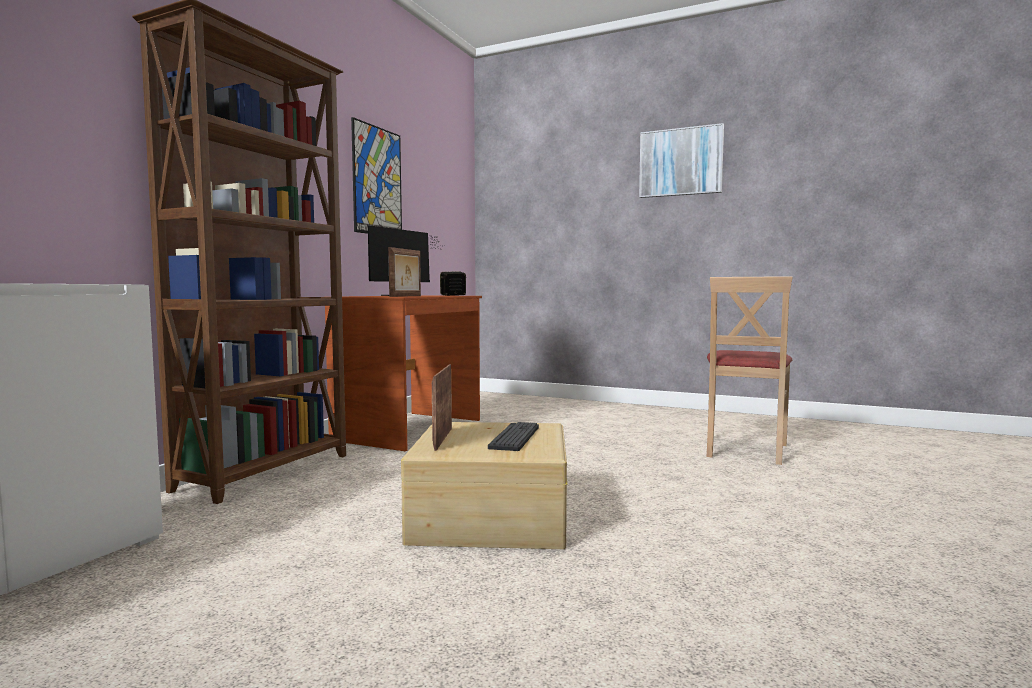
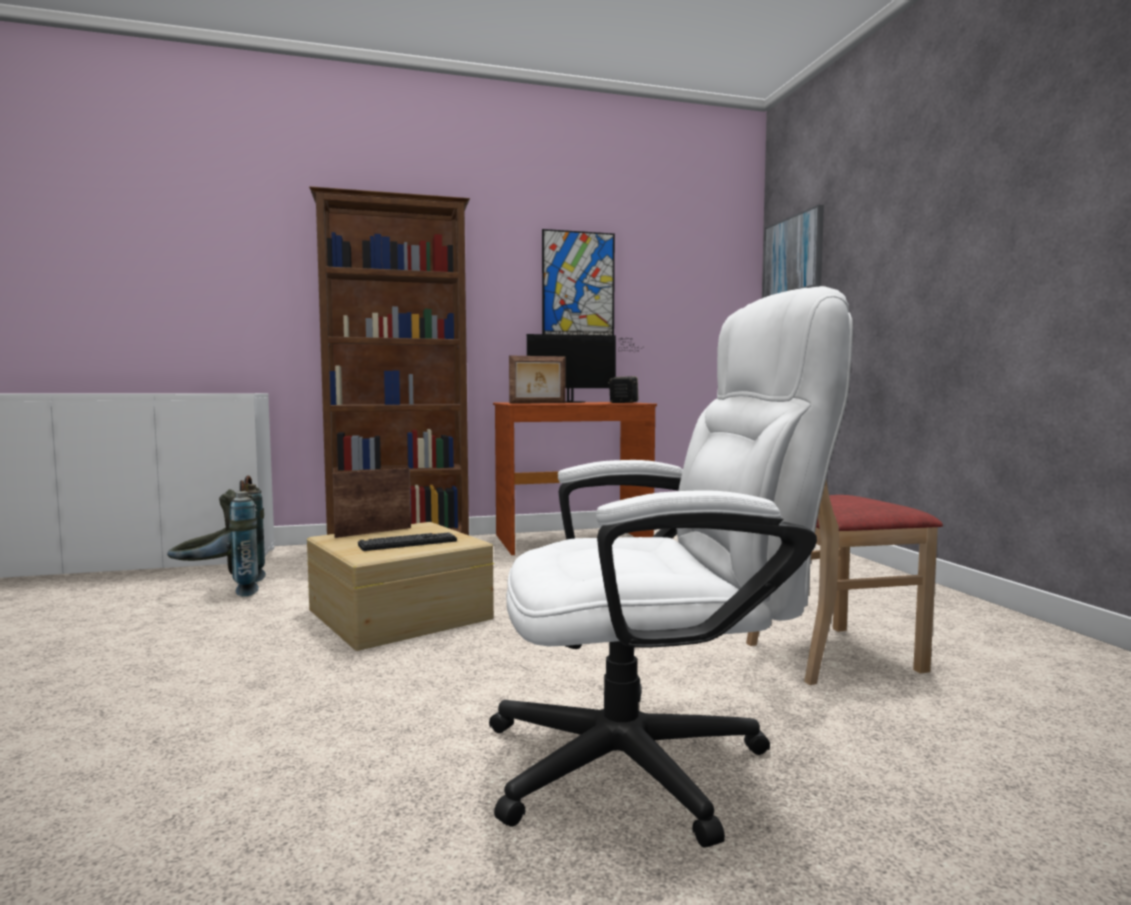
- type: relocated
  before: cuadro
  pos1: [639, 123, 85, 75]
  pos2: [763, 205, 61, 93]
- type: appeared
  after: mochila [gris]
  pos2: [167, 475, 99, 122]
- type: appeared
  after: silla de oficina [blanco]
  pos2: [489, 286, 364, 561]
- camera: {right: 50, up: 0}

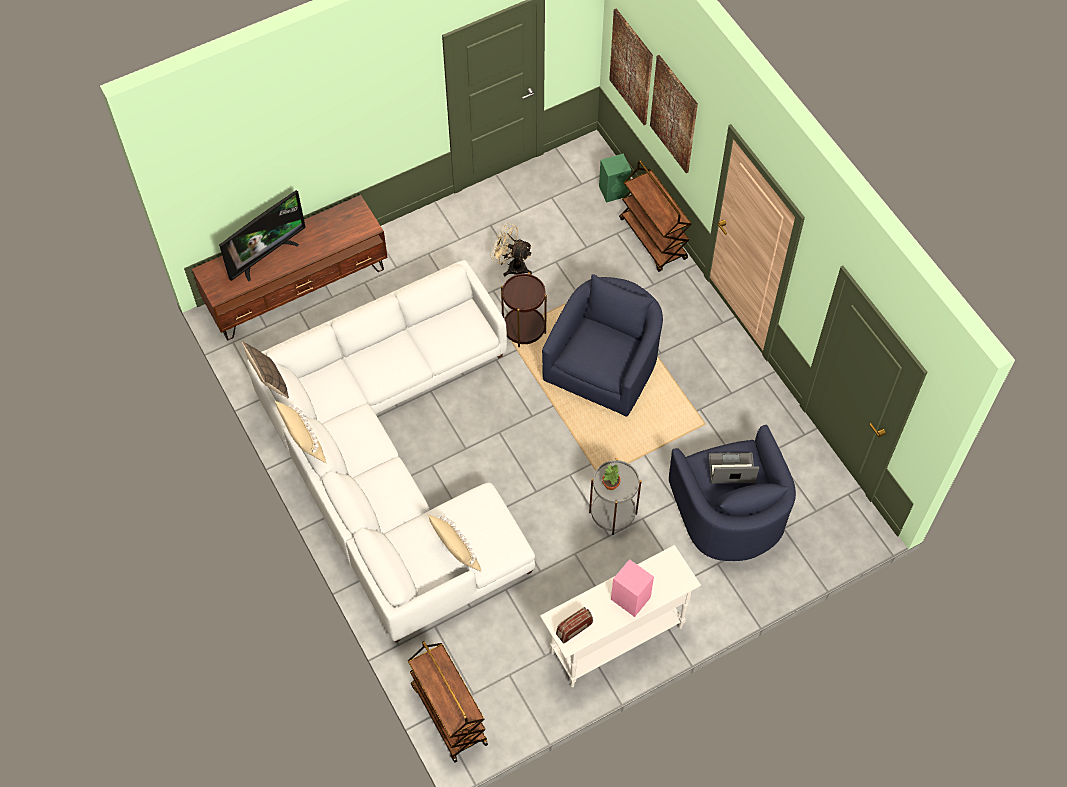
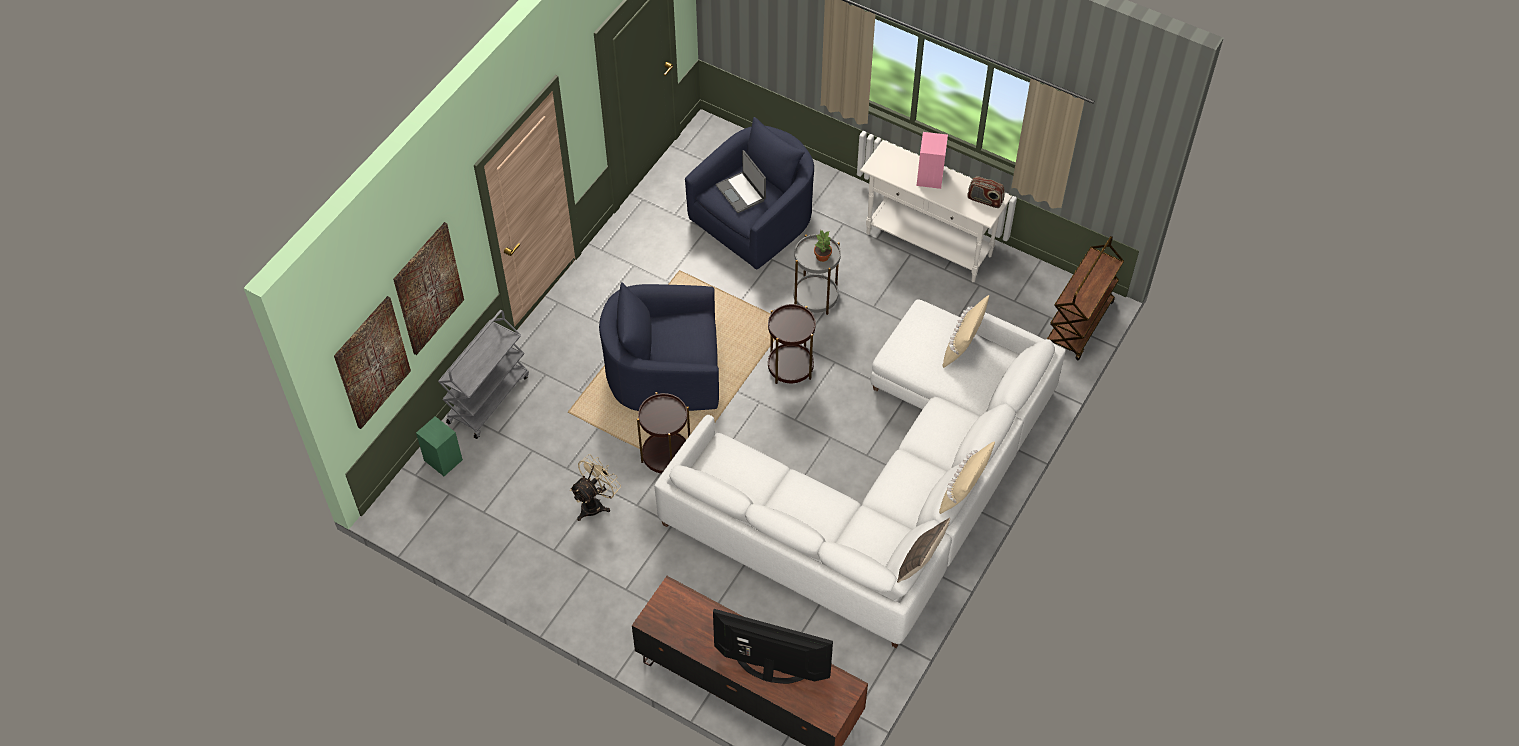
- type: spun
  before: ventilador [beis]
  pos1: [491, 223, 42, 53]
  pos2: [570, 454, 51, 67]
  turn: -135
- type: colour
  before: carrito [marrón]
  after: carrito [gris]
  pos1: [619, 160, 72, 112]
  pos2: [438, 310, 91, 129]
- type: appeared
  after: mesa auxiliar [marrón]
  pos2: [768, 304, 48, 80]
- camera: {right: -120, up: -5}

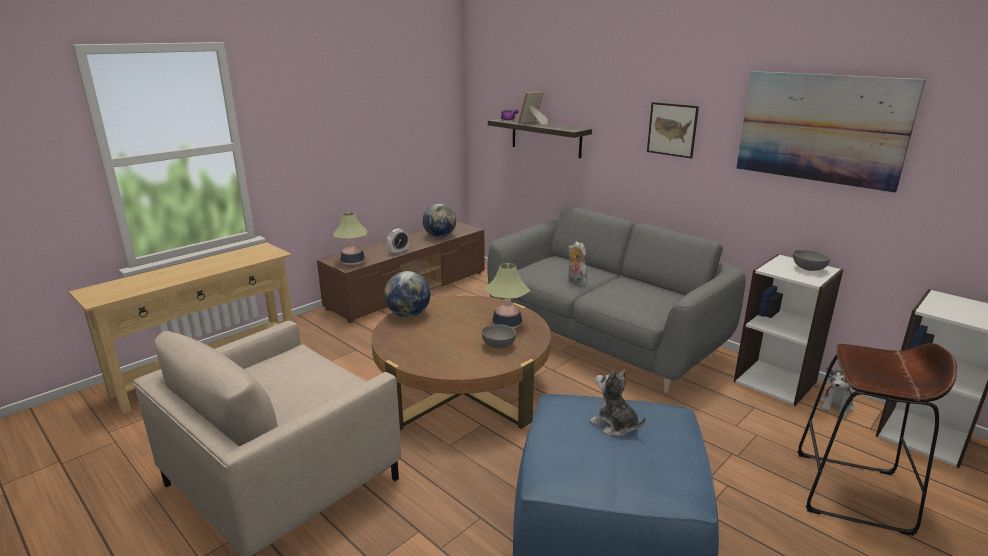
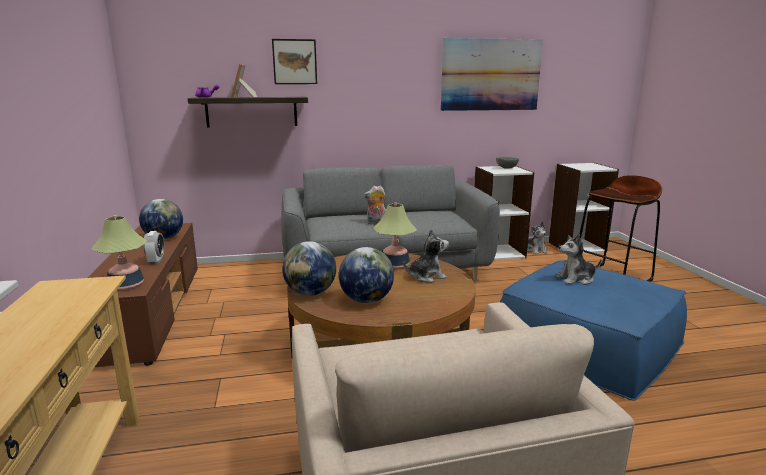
- type: exchanged
  before: cuenco [gris]
  after: peluche
  pos1: [482, 324, 34, 24]
  pos2: [403, 229, 46, 53]
- type: relocated
  before: cuadro
  pos1: [647, 102, 52, 56]
  pos2: [272, 39, 45, 45]
- type: appeared
  after: globo terráqueo
  pos2: [339, 247, 55, 56]
- camera: {right: -55, up: -5}

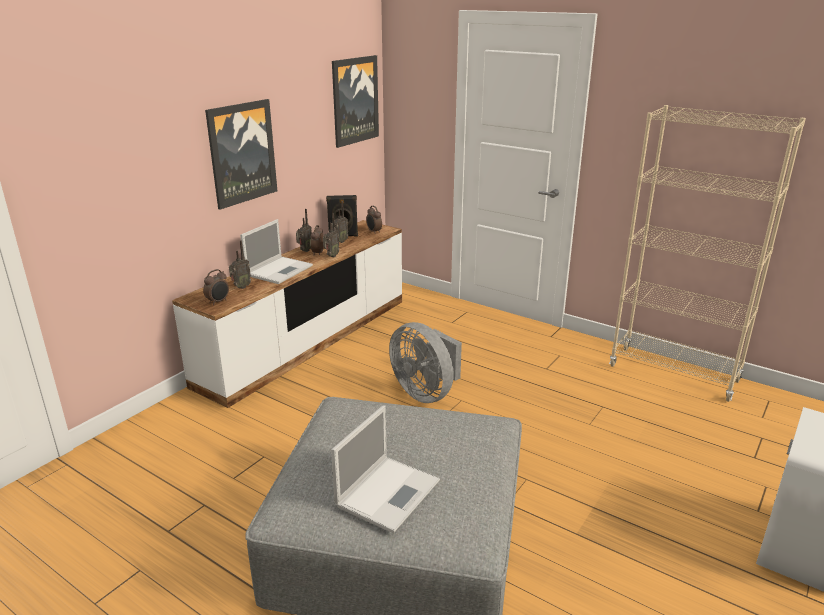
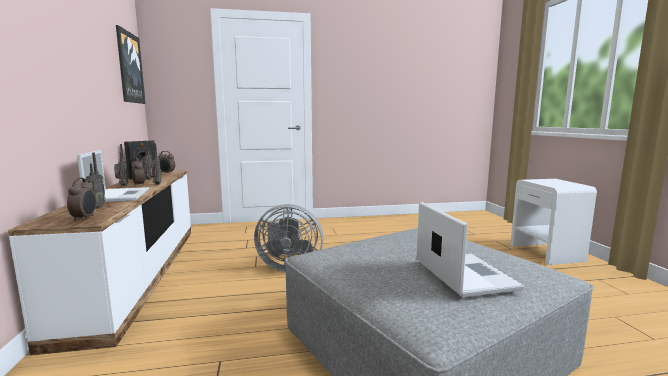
- type: missing
  before: cuadro
  pos1: [205, 99, 72, 111]
- type: missing
  before: estantería [beis]
  pos1: [609, 105, 197, 297]
- camera: {right: -45, up: -15}

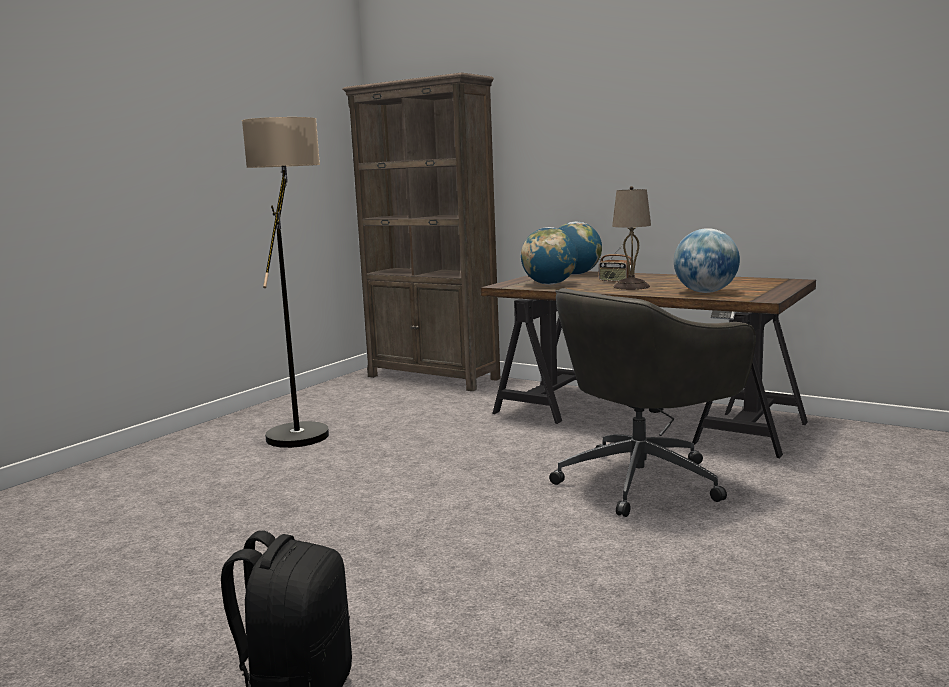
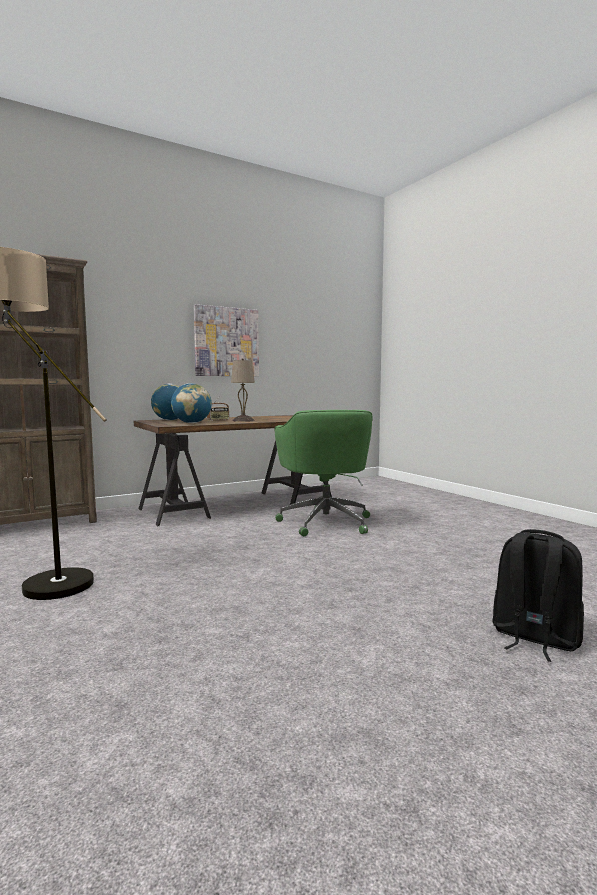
- type: colour
  before: silla de oficina [gris]
  after: silla de oficina [verde]
  pos1: [549, 288, 207, 229]
  pos2: [275, 410, 98, 126]
- type: missing
  before: globo terráqueo
  pos1: [674, 228, 66, 65]
- type: appeared
  after: cuadro
  pos2: [194, 304, 65, 73]
- camera: {right: -65, up: -5}

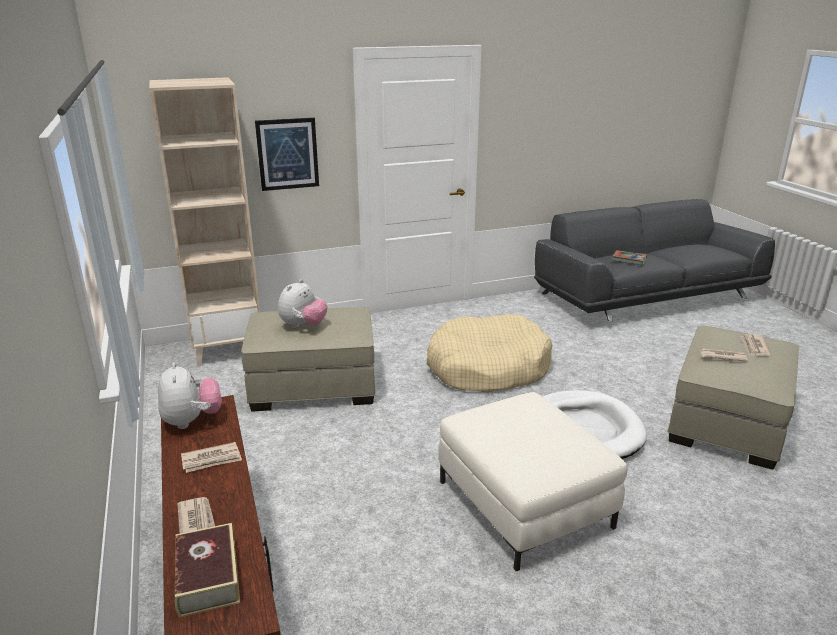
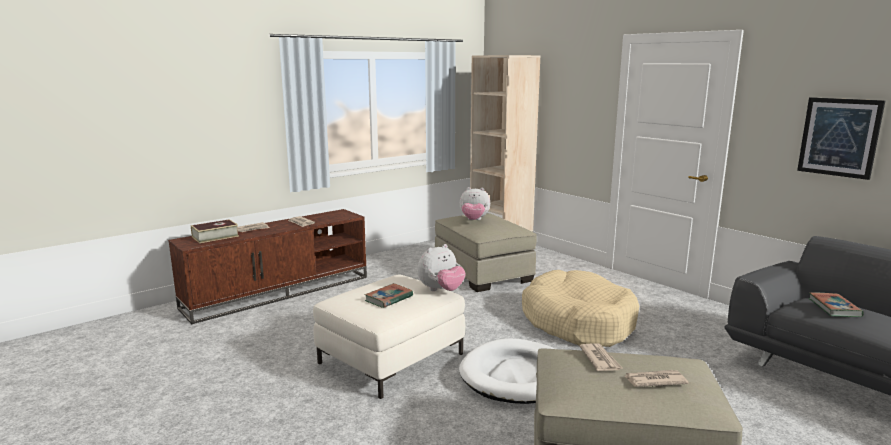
- type: relocated
  before: peluche
  pos1: [158, 363, 64, 66]
  pos2: [418, 244, 48, 47]
- type: relocated
  before: cuadro
  pos1: [255, 117, 64, 74]
  pos2: [797, 97, 88, 83]
- type: appeared
  after: libro
  pos2: [365, 283, 48, 25]
- camera: {right: 70, up: -10}

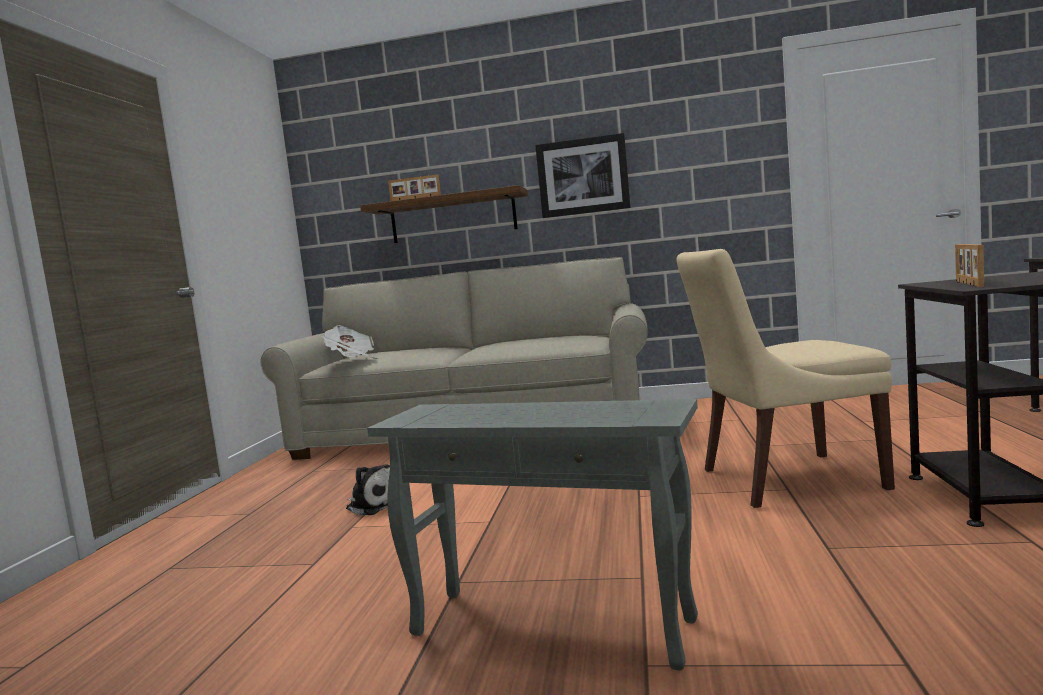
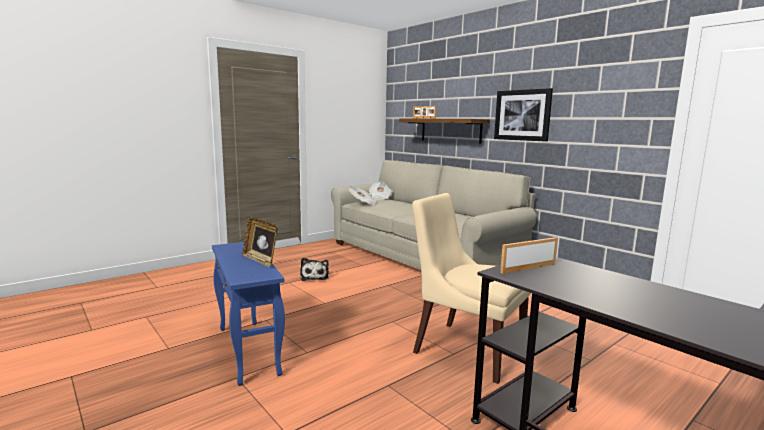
- type: colour
  before: mesa auxiliar [gris]
  after: mesa auxiliar [azul]
  pos1: [367, 399, 331, 271]
  pos2: [212, 242, 73, 144]
- type: appeared
  after: portarretratos
  pos2: [242, 217, 36, 50]
- camera: {right: 40, up: 5}

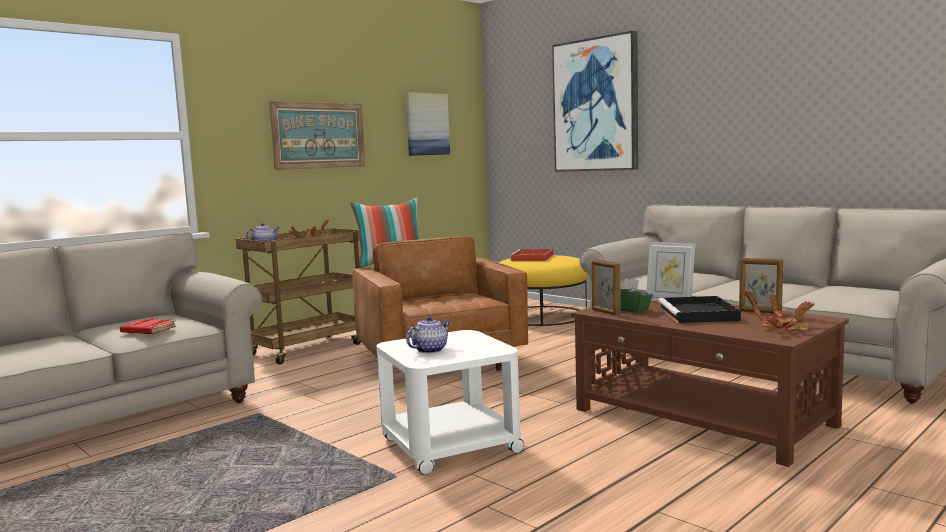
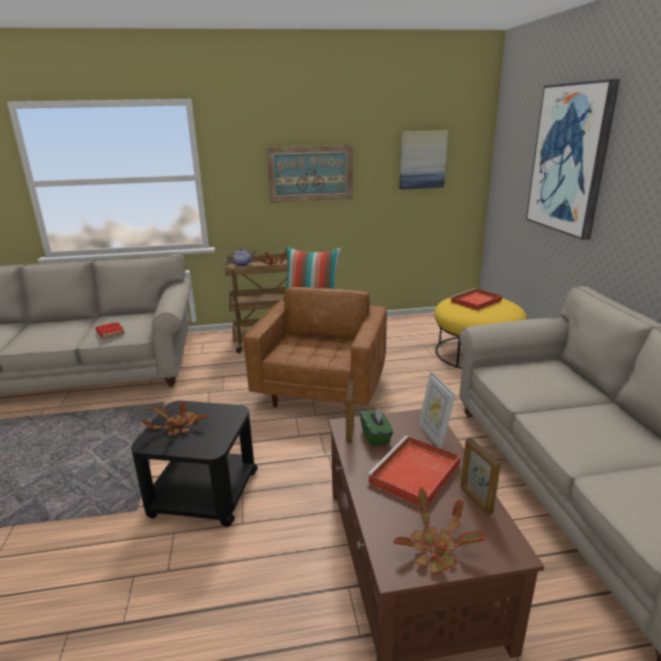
- type: colour
  before: mesa auxiliar [blanco]
  after: mesa auxiliar [negro]
  pos1: [377, 330, 148, 145]
  pos2: [131, 401, 127, 126]
- type: exchanged
  before: tetera
  after: planta en maceta
  pos1: [406, 316, 45, 38]
  pos2: [142, 402, 66, 33]
- type: colour
  before: bandeja [negro]
  after: bandeja [rojo]
  pos1: [658, 296, 83, 27]
  pos2: [367, 436, 94, 70]
- camera: {right: 35, up: 15}

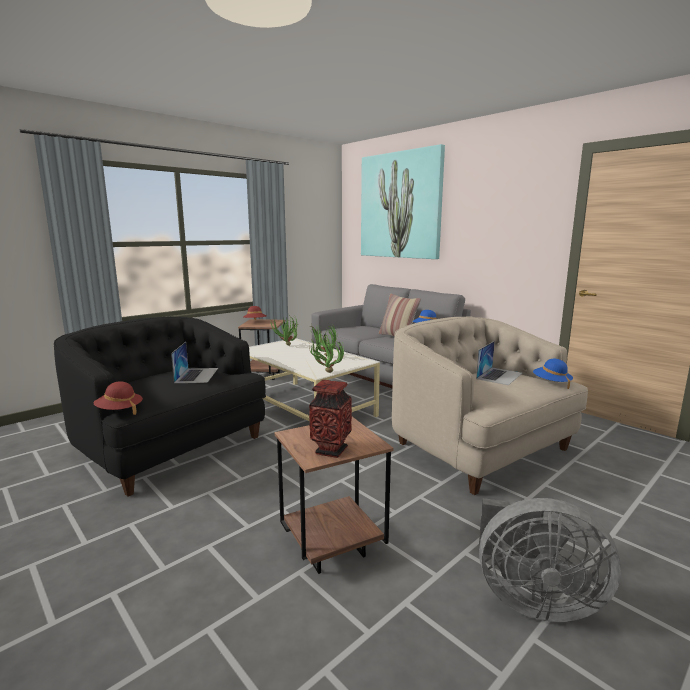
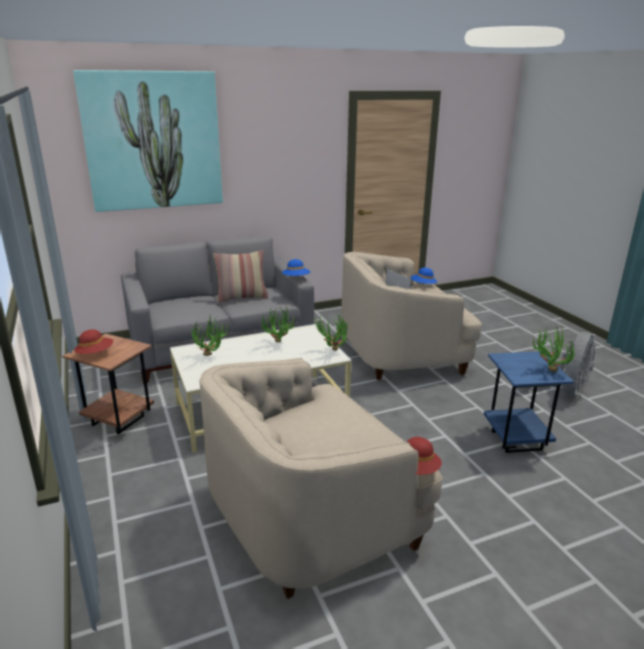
- type: colour
  before: sillón [negro]
  after: sillón [beis]
  pos1: [54, 316, 212, 180]
  pos2: [199, 358, 244, 241]
- type: missing
  before: portátil
  pos1: [171, 342, 47, 41]
- type: colour
  before: mesa auxiliar [marrón]
  after: mesa auxiliar [azul]
  pos1: [275, 417, 119, 157]
  pos2: [484, 351, 90, 102]
- type: exchanged
  before: florero
  after: planta en maceta
  pos1: [309, 380, 43, 78]
  pos2: [533, 325, 43, 47]
- camera: {right: -70, up: 10}

